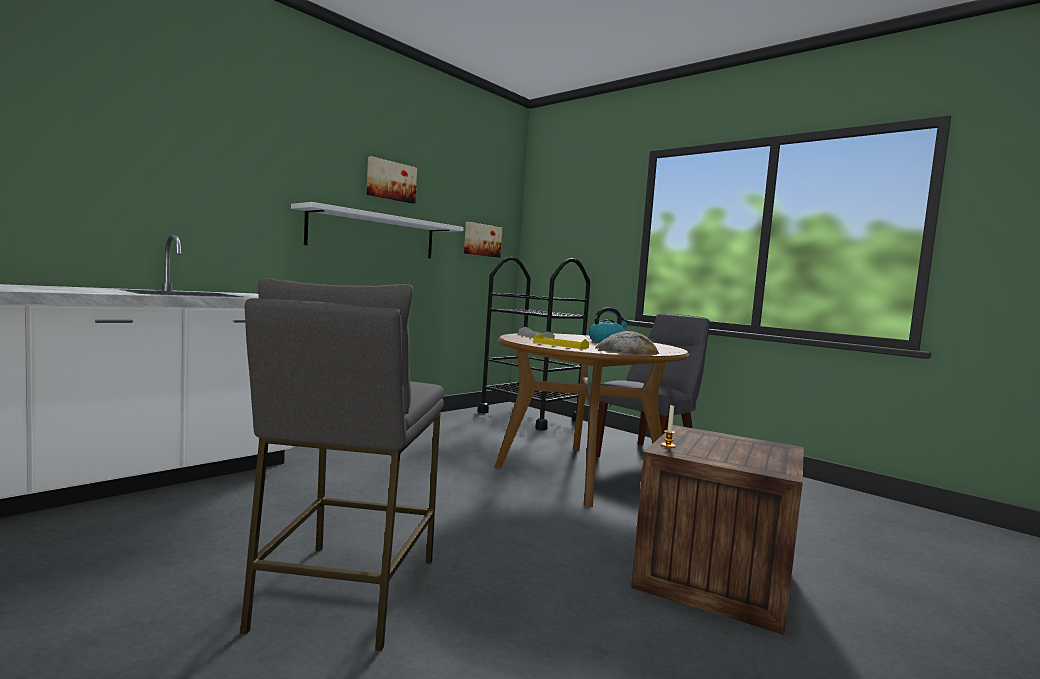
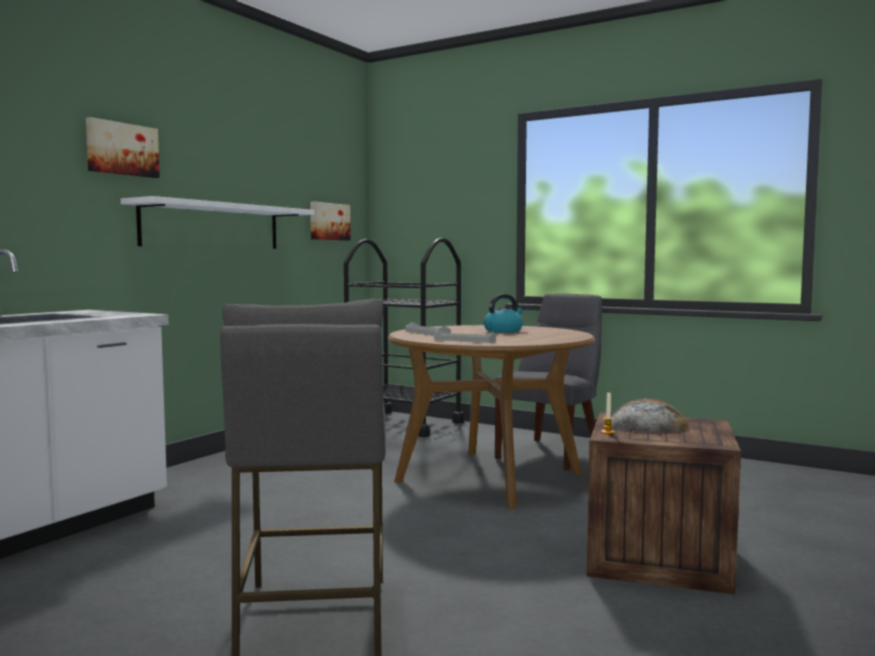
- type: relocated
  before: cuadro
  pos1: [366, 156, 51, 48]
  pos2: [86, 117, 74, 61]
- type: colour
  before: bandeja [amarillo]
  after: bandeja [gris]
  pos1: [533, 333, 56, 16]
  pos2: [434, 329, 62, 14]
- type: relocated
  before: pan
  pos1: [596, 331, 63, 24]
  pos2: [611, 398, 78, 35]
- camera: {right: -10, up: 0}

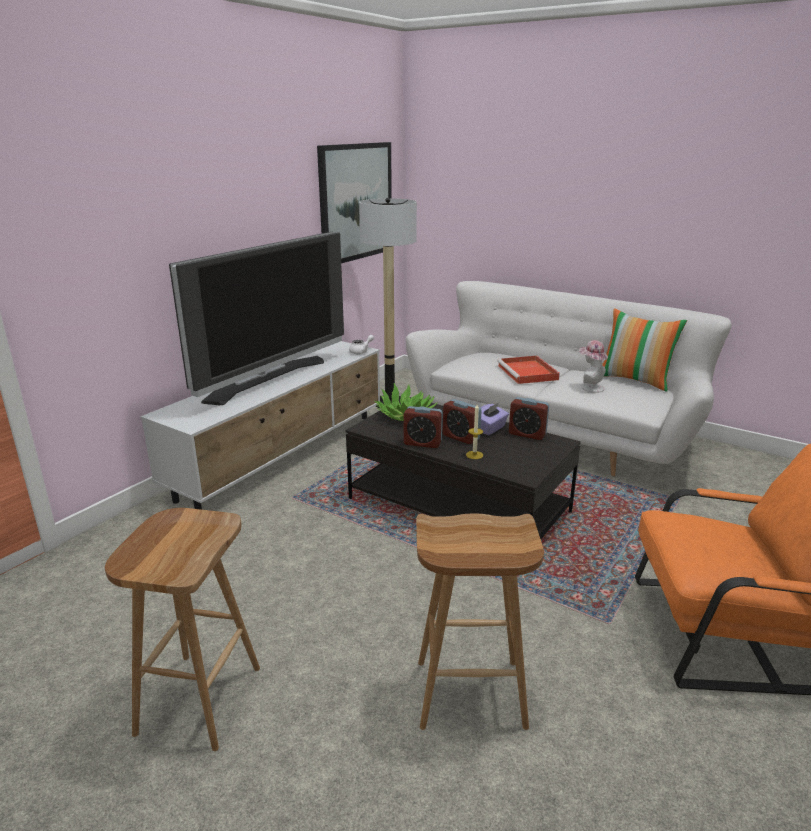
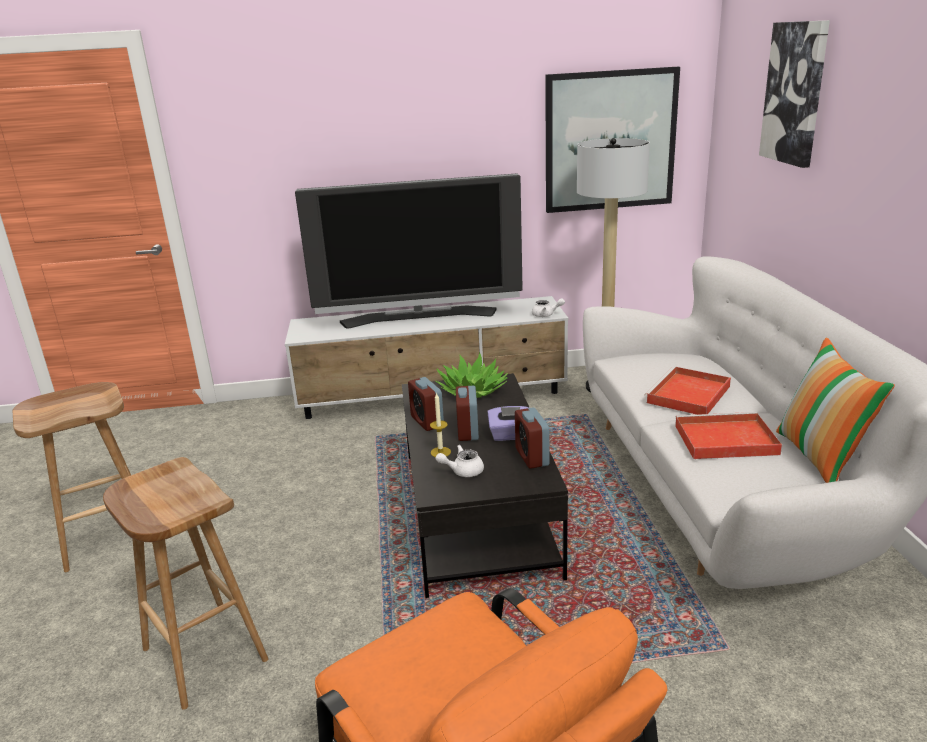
- type: exchanged
  before: sombrero
  after: bandeja [rojo]
  pos1: [579, 340, 29, 53]
  pos2: [675, 412, 107, 47]
- type: appeared
  after: tetera [blanco]
  pos2: [436, 445, 48, 32]
- type: appeared
  after: cuadro
  pos2: [759, 20, 71, 148]
- camera: {right: 50, up: 0}

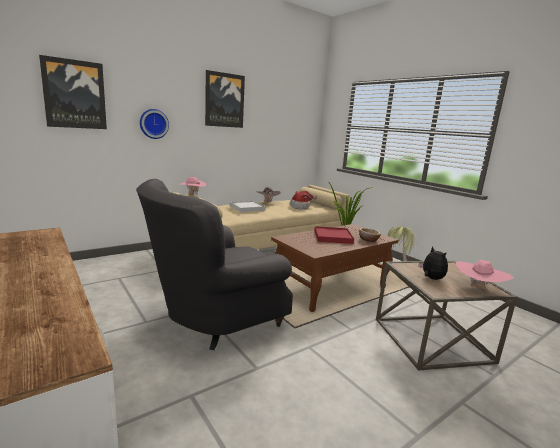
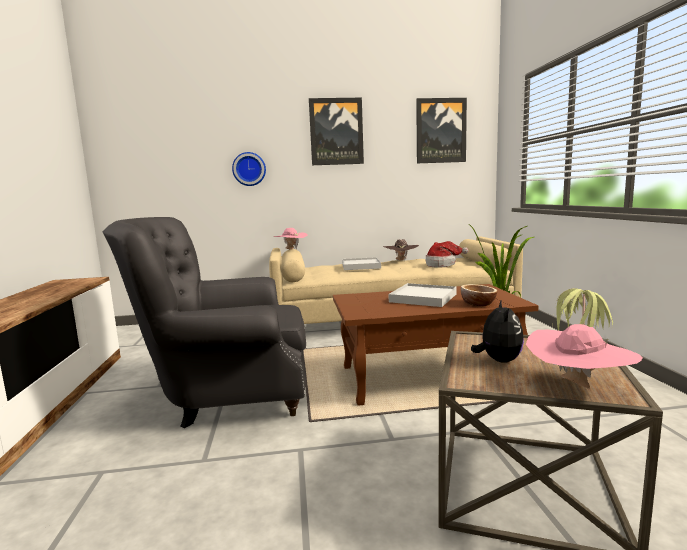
- type: relocated
  before: cuadro
  pos1: [39, 55, 68, 74]
  pos2: [416, 98, 51, 65]
- type: colour
  before: bandeja [rojo]
  after: bandeja [blanco]
  pos1: [314, 226, 40, 18]
  pos2: [389, 283, 67, 24]
- camera: {right: 30, up: -5}

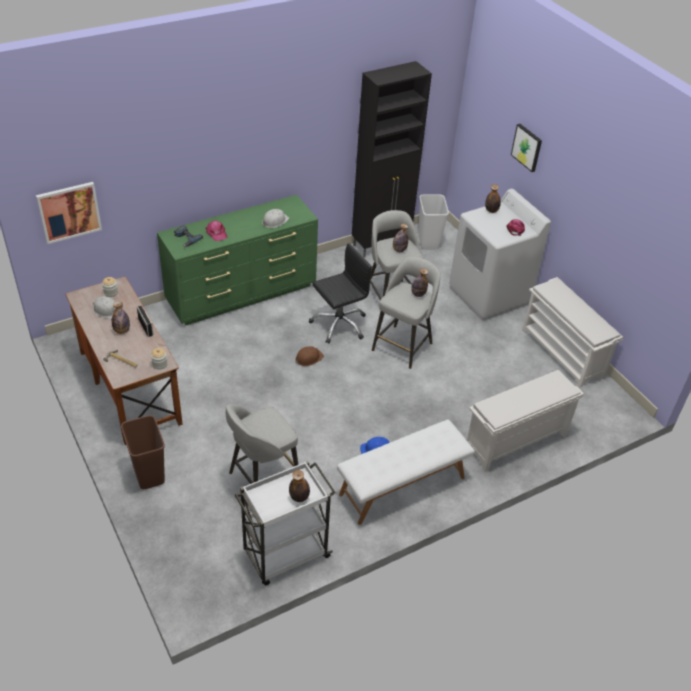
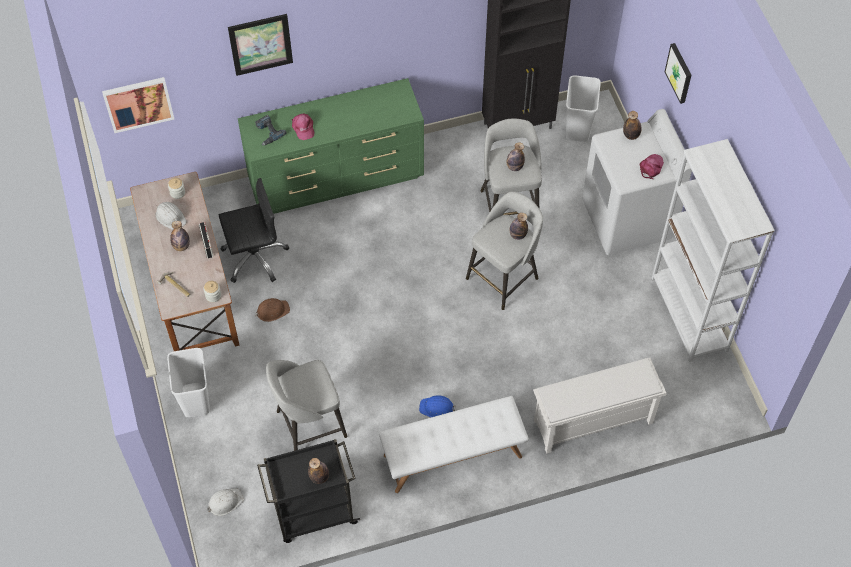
- type: colour
  before: papelera [marrón]
  after: papelera [blanco]
  pos1: [121, 415, 44, 74]
  pos2: [167, 348, 43, 69]
- type: colour
  before: carrito [blanco]
  after: carrito [negro]
  pos1: [235, 461, 101, 125]
  pos2: [257, 439, 103, 104]
- type: relocated
  before: casco [blanco]
  pos1: [262, 209, 27, 19]
  pos2: [208, 488, 36, 28]
- type: relocated
  before: casco [marrón]
  pos1: [295, 346, 29, 20]
  pos2: [255, 298, 35, 24]
- type: relocated
  before: silla de oficina [negro]
  pos1: [309, 243, 63, 100]
  pos2: [219, 178, 70, 105]
- type: exchanged
  before: zapatero [blanco]
  after: estantería [blanco]
  pos1: [522, 277, 101, 111]
  pos2: [651, 139, 124, 223]
- type: appeared
  after: cuadro
  pos2: [228, 14, 65, 62]
- camera: {right: 15, up: 15}

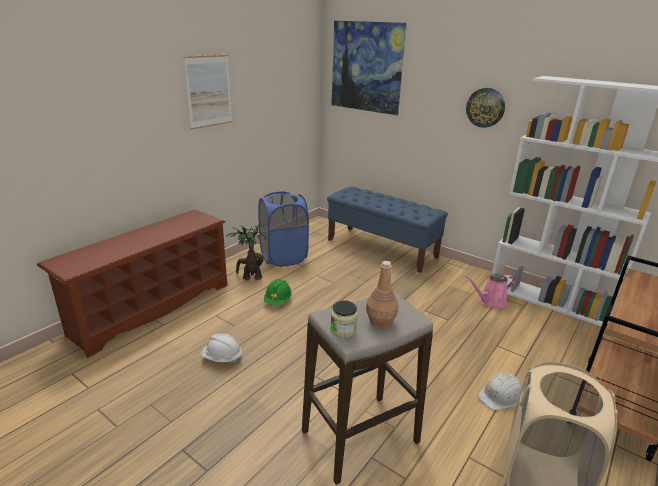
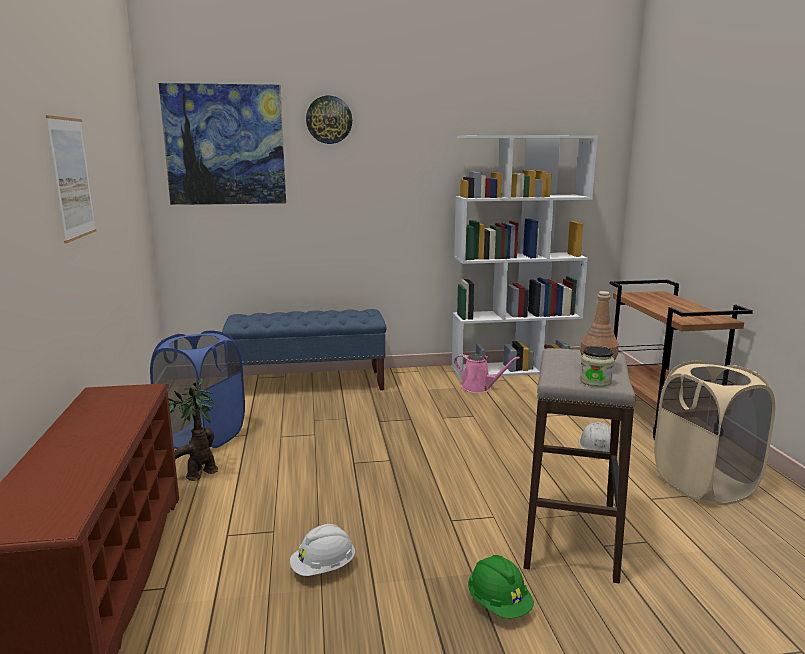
- type: relocated
  before: casco [verde]
  pos1: [264, 279, 28, 26]
  pos2: [468, 555, 66, 63]
- type: relocated
  before: reloj de pared
  pos1: [466, 88, 39, 40]
  pos2: [306, 96, 46, 48]
- type: spun
  before: regadera [rosa]
  pos1: [466, 273, 49, 35]
  pos2: [454, 354, 66, 39]
  turn: -90
- camera: {right: -45, up: -10}

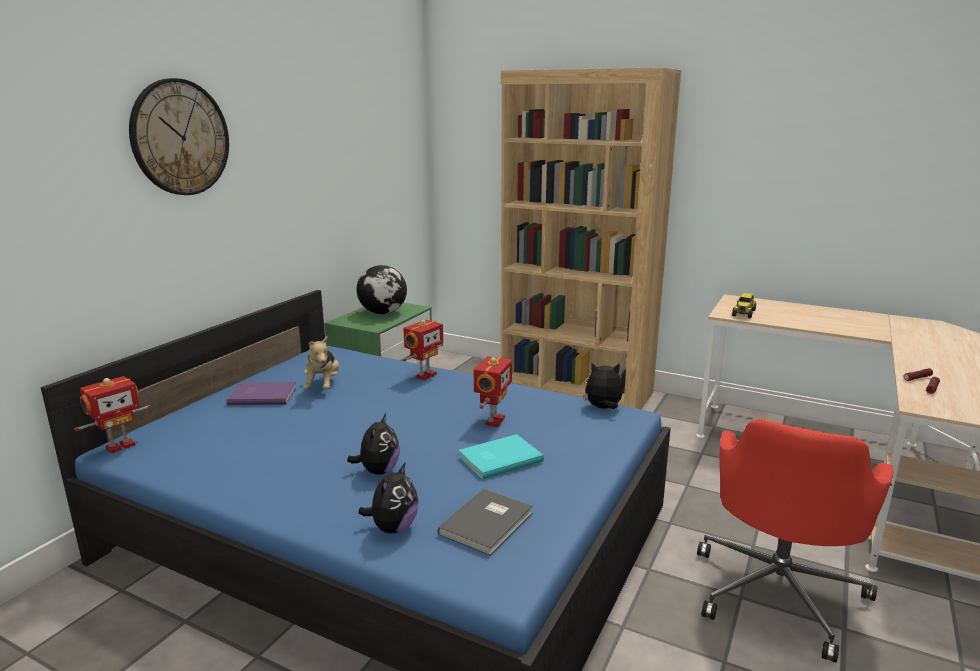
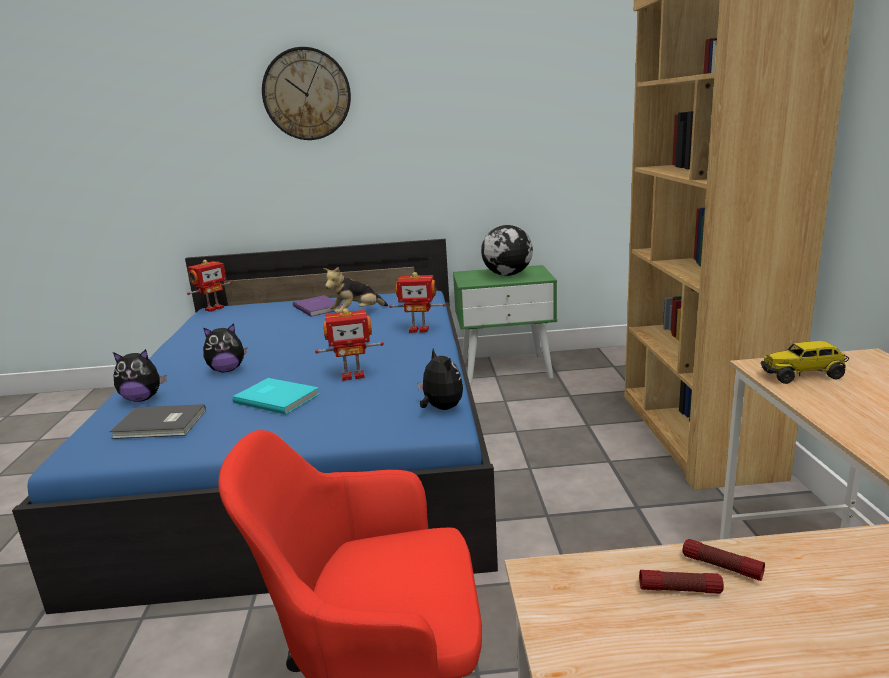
- type: spun
  before: robot de juguete
  pos1: [74, 376, 77, 78]
  pos2: [187, 260, 44, 52]
  turn: -60
- camera: {right: 60, up: 0}

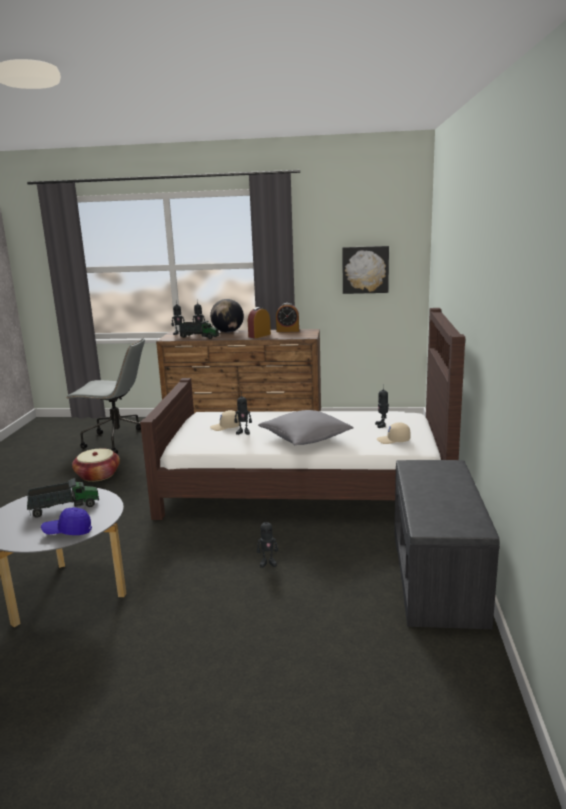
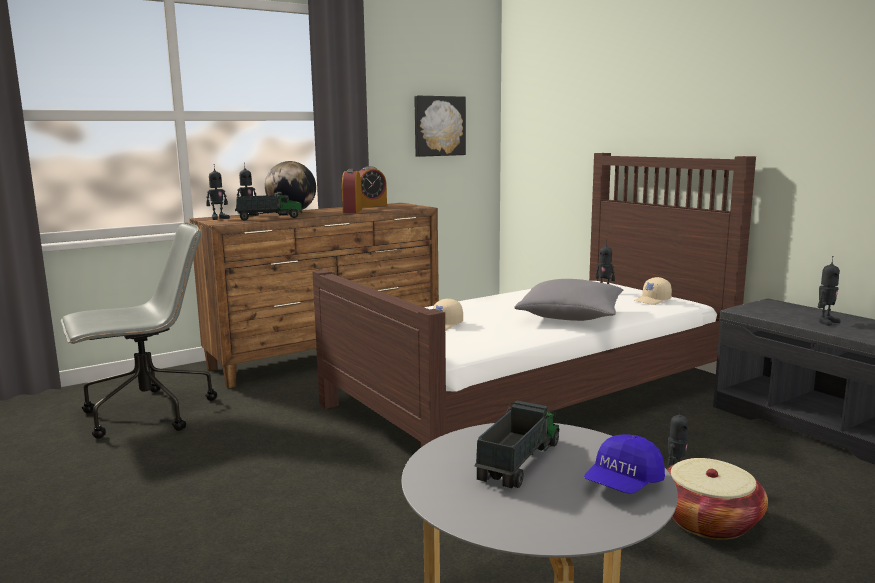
- type: relocated
  before: cesta
  pos1: [72, 449, 48, 33]
  pos2: [667, 458, 101, 82]
- type: relocated
  before: robot de juguete
  pos1: [234, 392, 18, 43]
  pos2: [817, 256, 23, 70]
- camera: {right: -40, up: -5}

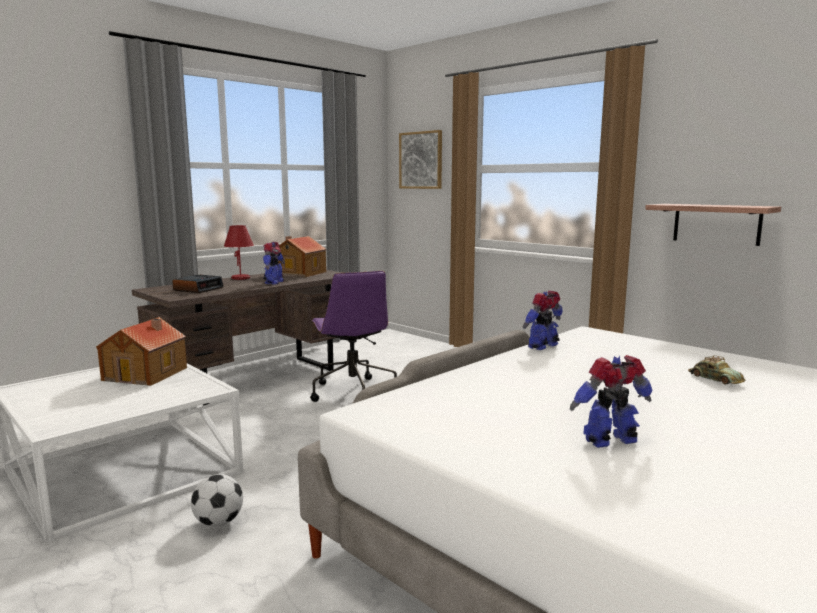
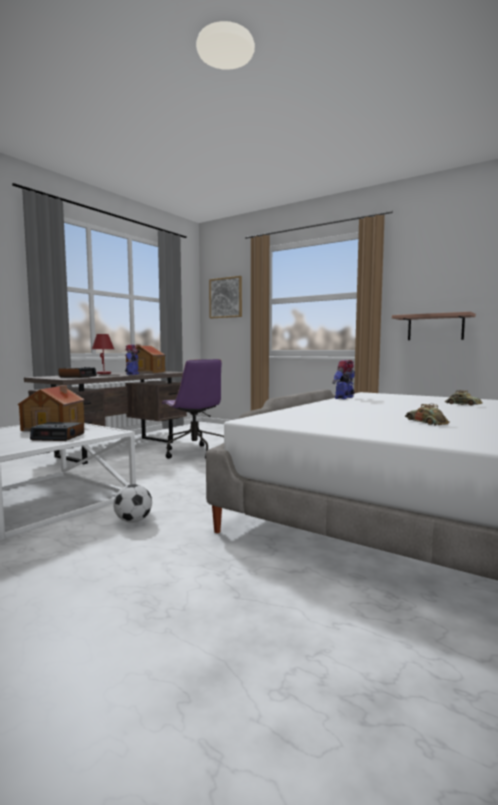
- type: exchanged
  before: robot de juguete
  after: coche de juguete
  pos1: [570, 355, 83, 93]
  pos2: [405, 404, 45, 21]
- type: appeared
  after: despertador
  pos2: [30, 422, 54, 19]
- camera: {right: -10, up: -5}

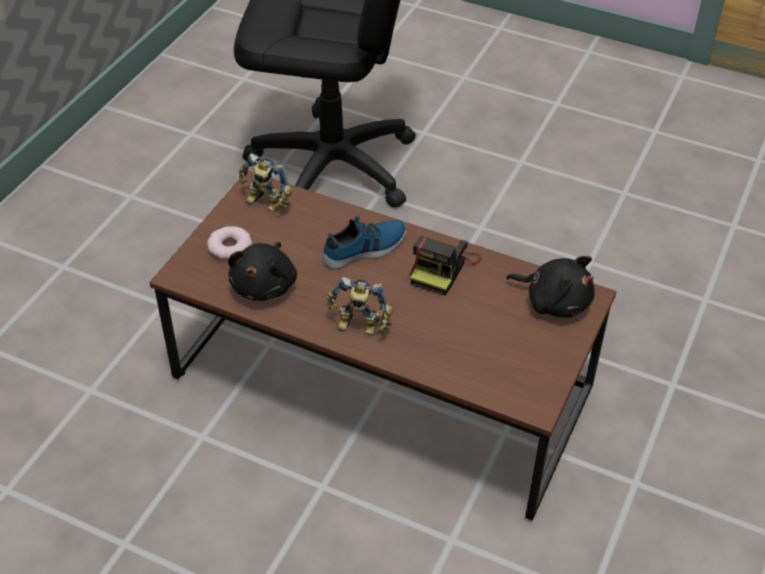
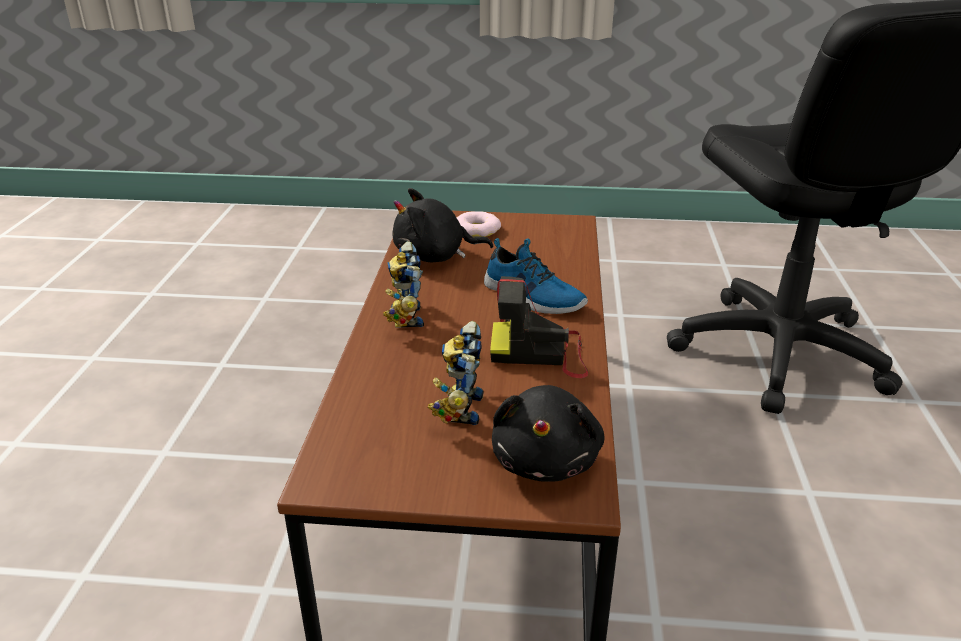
- type: relocated
  before: robot de juguete
  pos1: [238, 153, 55, 59]
  pos2: [428, 321, 56, 104]
- camera: {right: 70, up: -15}

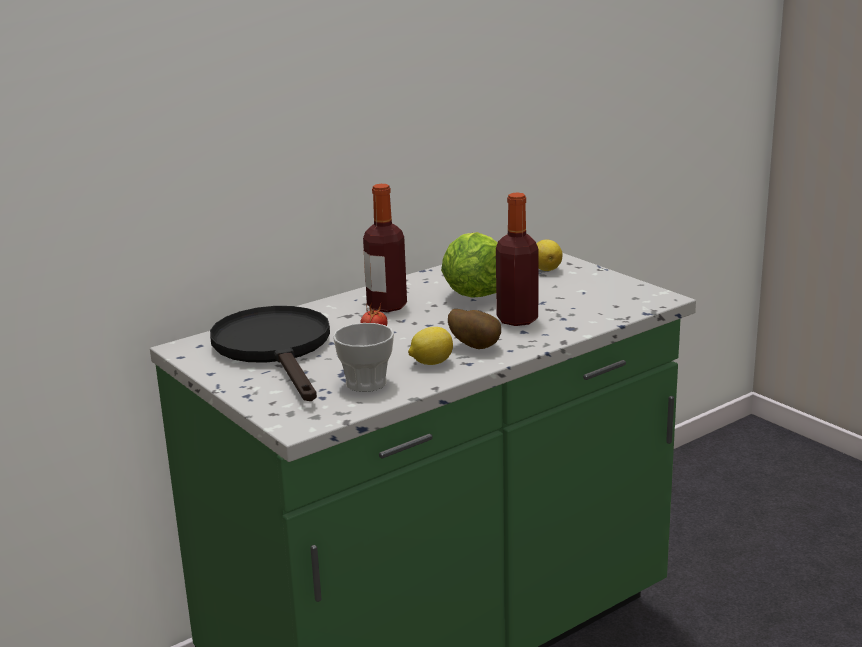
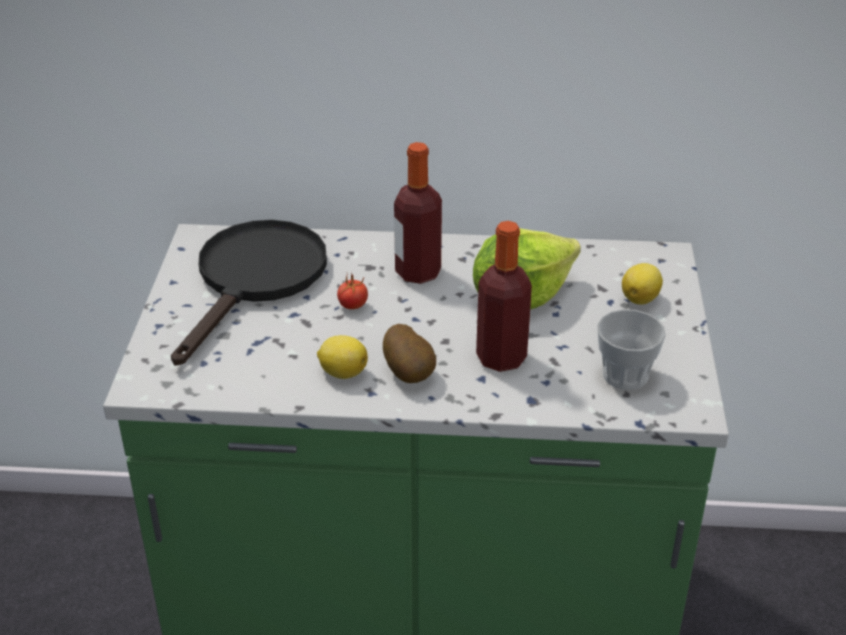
- type: relocated
  before: taza
  pos1: [333, 323, 61, 69]
  pos2: [597, 309, 69, 81]
- camera: {right: 40, up: 15}

